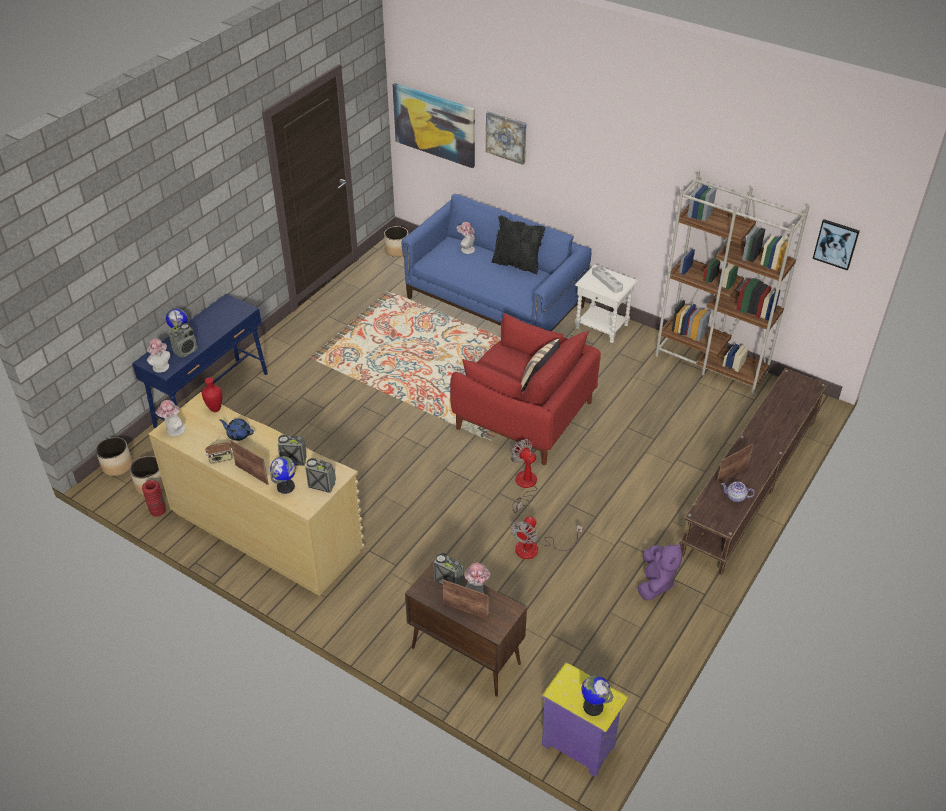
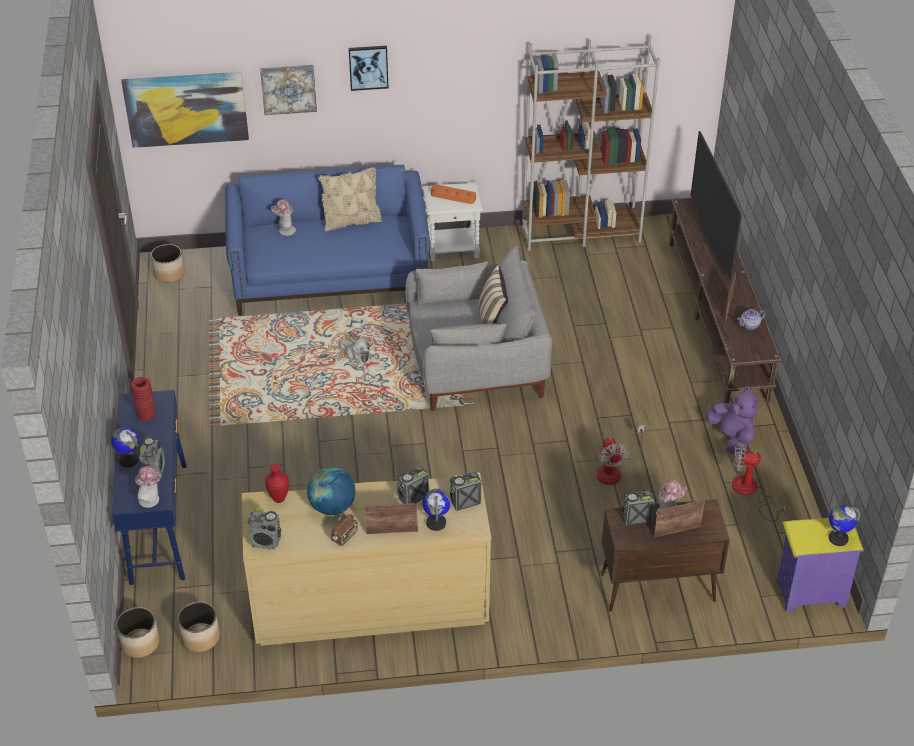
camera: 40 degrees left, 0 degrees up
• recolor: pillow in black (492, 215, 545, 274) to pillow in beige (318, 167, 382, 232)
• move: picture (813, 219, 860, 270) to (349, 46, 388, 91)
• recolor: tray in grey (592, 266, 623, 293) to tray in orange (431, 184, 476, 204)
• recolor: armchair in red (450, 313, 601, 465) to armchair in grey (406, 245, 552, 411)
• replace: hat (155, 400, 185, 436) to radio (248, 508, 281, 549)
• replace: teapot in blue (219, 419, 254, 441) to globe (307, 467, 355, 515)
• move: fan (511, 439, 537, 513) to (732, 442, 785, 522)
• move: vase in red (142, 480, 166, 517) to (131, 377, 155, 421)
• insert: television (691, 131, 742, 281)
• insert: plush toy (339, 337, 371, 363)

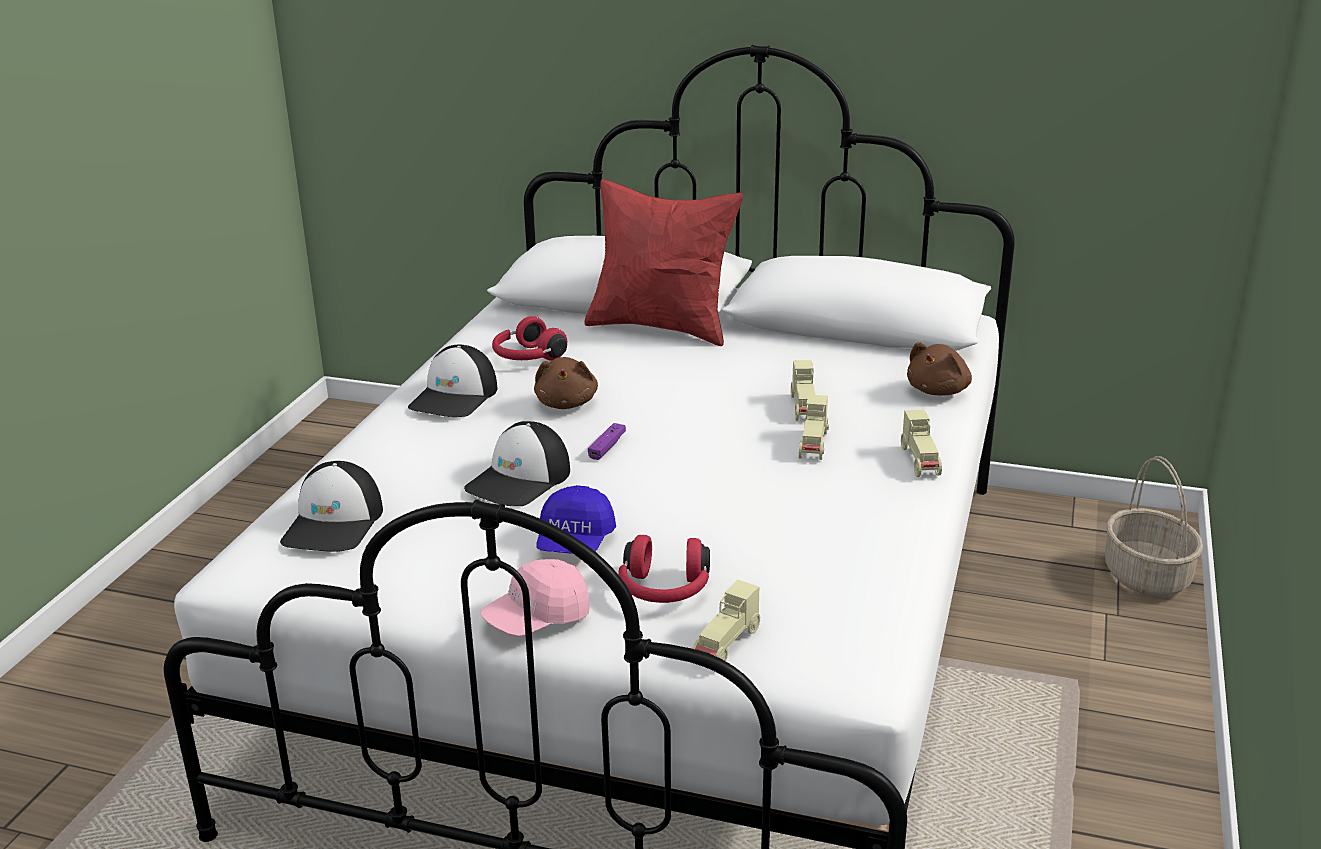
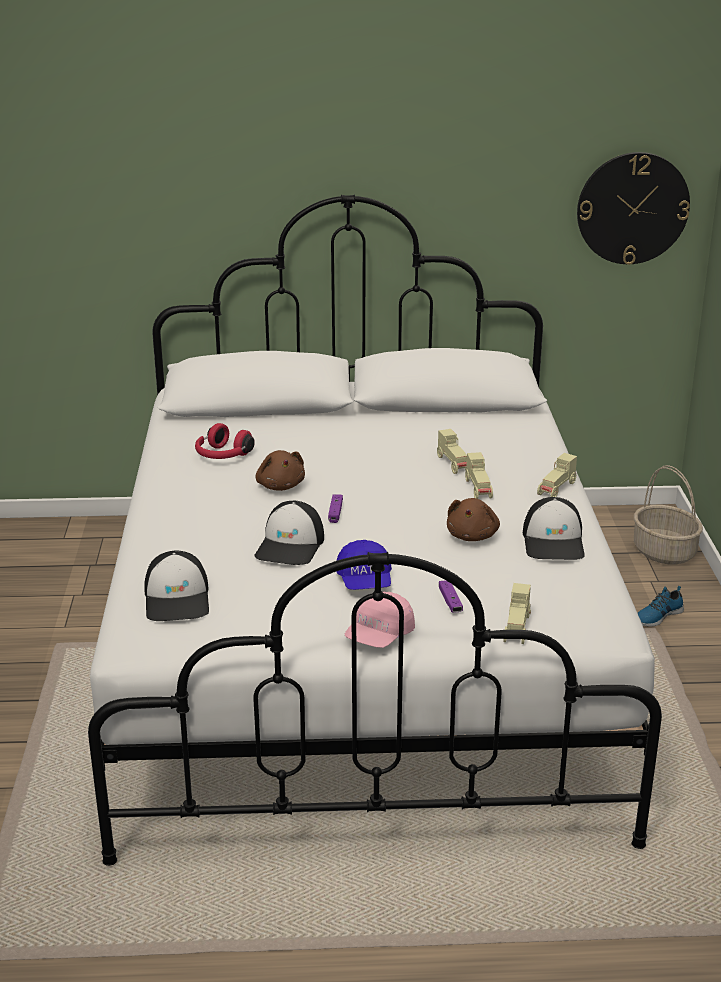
camera: 20 degrees left, 0 degrees up
• delete: pillow in red (584, 179, 743, 346)
• move: plush toy in brown (907, 342, 972, 396) to (447, 498, 500, 541)
• move: cap (408, 345, 497, 417) to (523, 497, 585, 560)
• rotate: toy car in beige (901, 409, 942, 477) = (537, 453, 577, 497) 60 degrees clockwise
• replace: headphones in red (618, 535, 710, 603) to game controller in purple (439, 580, 463, 613)
• insert: wall clock (577, 152, 690, 265)
• insert: shoe (638, 586, 684, 627)

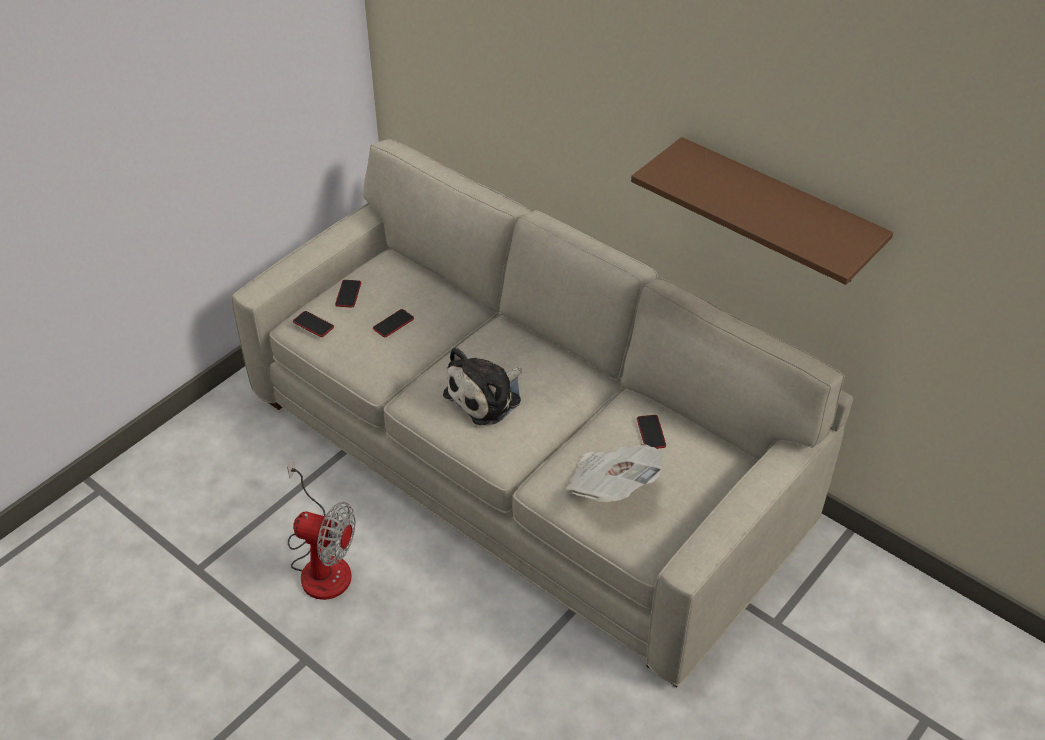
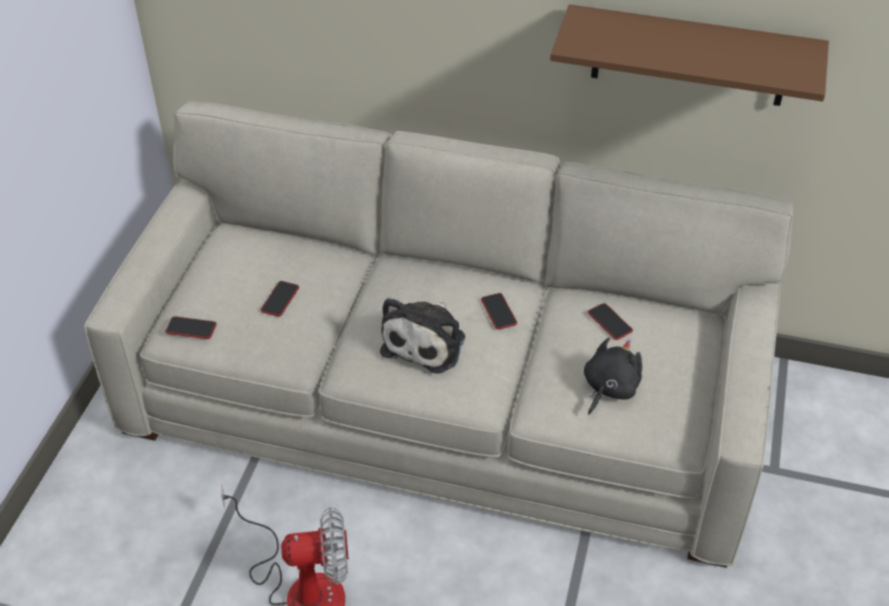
camera: 25 degrees left, 0 degrees up
• move: phone (335, 280, 361, 308) to (481, 293, 517, 330)
• replace: newspaper (565, 444, 665, 502) to plush toy in black (584, 338, 642, 415)

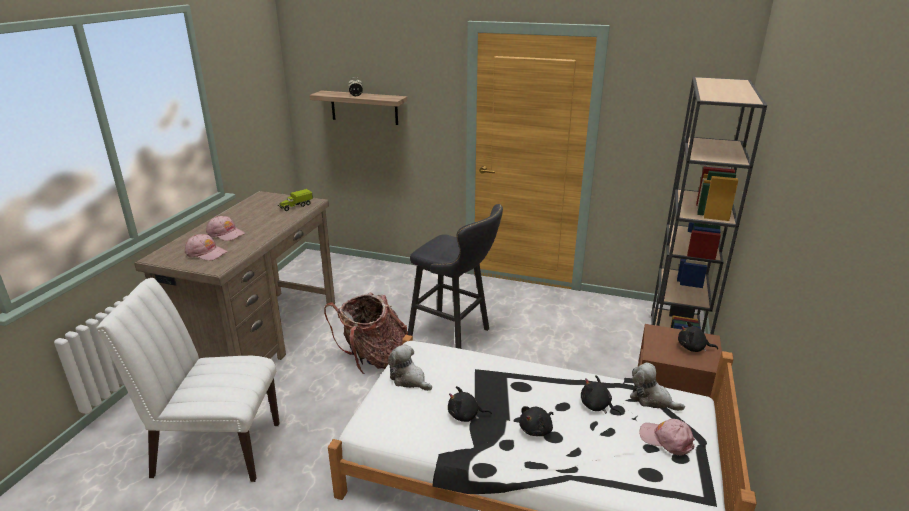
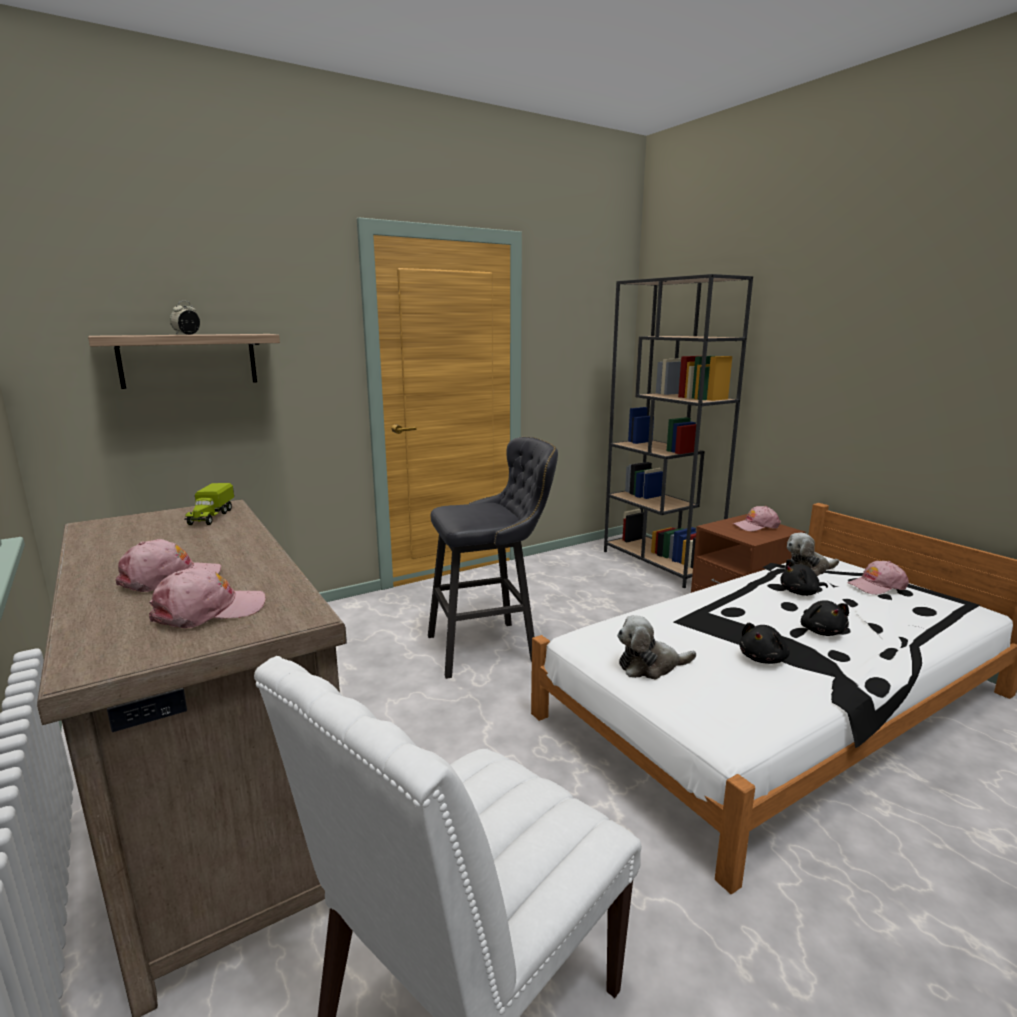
camera: 50 degrees left, 10 degrees down
• delete: backpack (324, 293, 408, 374)
• replace: plush toy in black (678, 321, 718, 352) to cap in pink (733, 506, 781, 531)

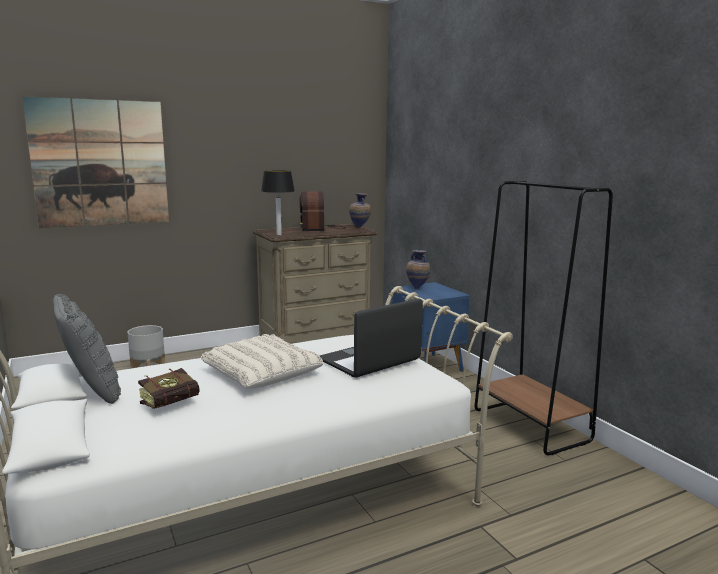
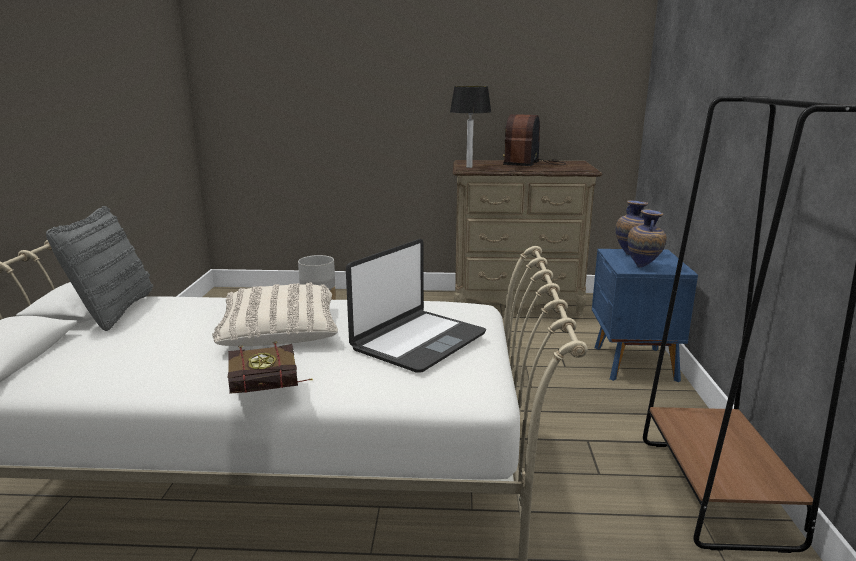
camera: 30 degrees right, 5 degrees up
• delete: picture (22, 96, 169, 228)
• move: vase (349, 193, 371, 228) to (627, 209, 667, 267)
• rotate: laptop (320, 298, 423, 378) = (346, 239, 486, 373) 135 degrees clockwise
• move: book (138, 368, 200, 409) to (227, 342, 313, 394)

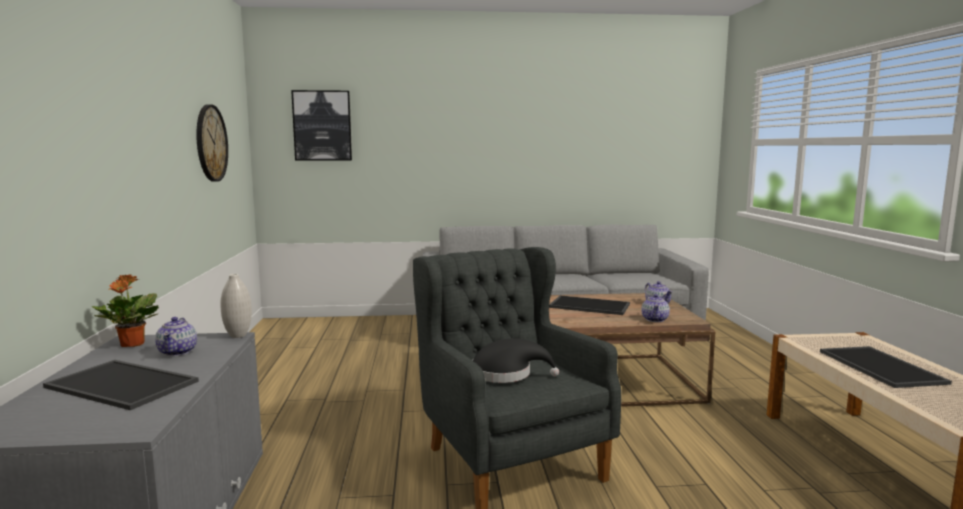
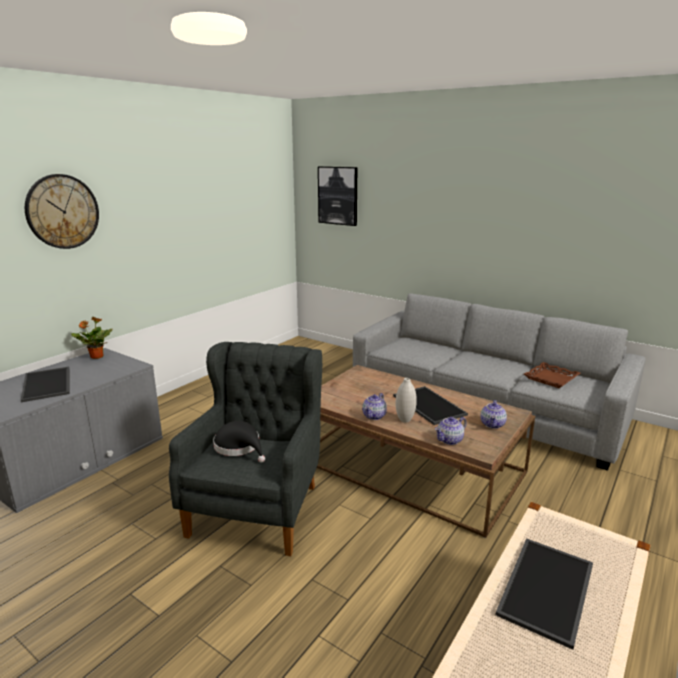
camera: 40 degrees right, 10 degrees up
• move: wall clock (196, 105, 228, 182) to (25, 174, 99, 249)
• move: vase in white (220, 274, 252, 338) to (396, 378, 417, 423)
• move: teapot (155, 317, 197, 356) to (362, 393, 387, 420)
• insert: tray in brown (524, 362, 580, 388)

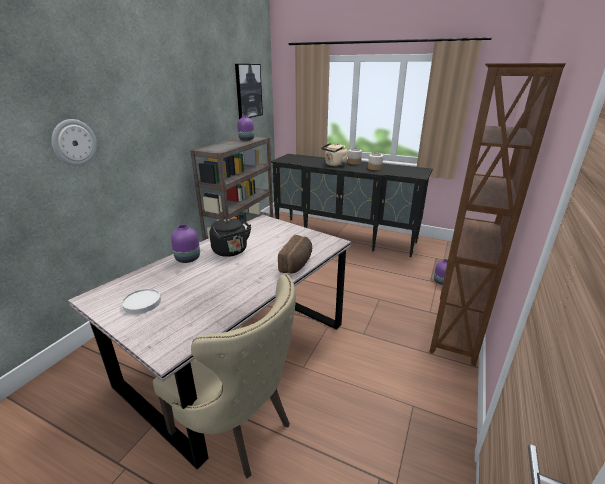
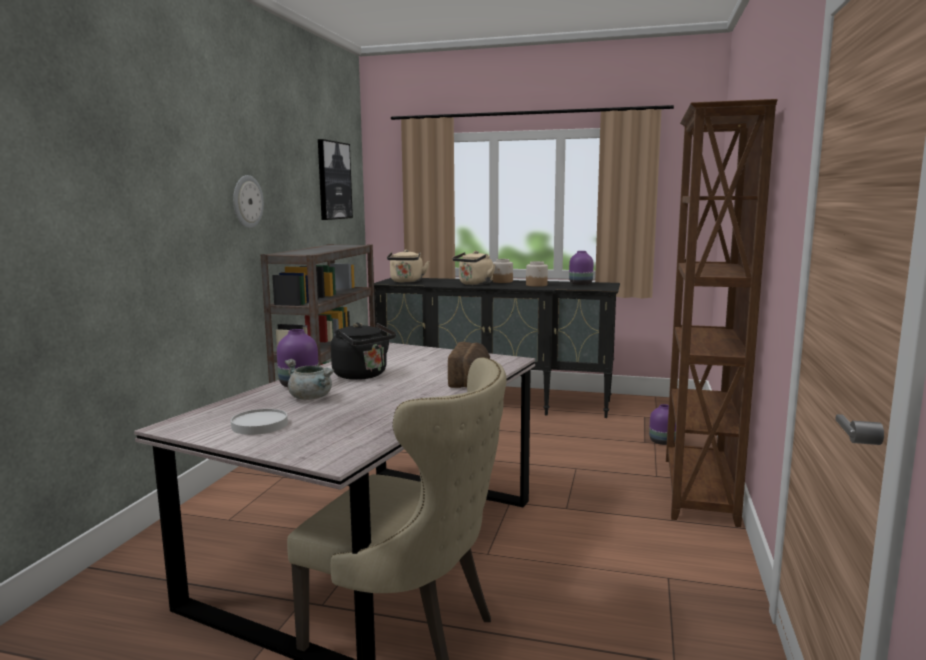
camera: 10 degrees left, 15 degrees down
• move: vase in purple (237, 116, 254, 141) to (569, 251, 593, 285)
• move: wall clock (52, 119, 97, 166) to (233, 175, 264, 228)
• insert: kettle in beige (387, 250, 430, 283)
• insert: cooking pot in grey (285, 359, 334, 400)

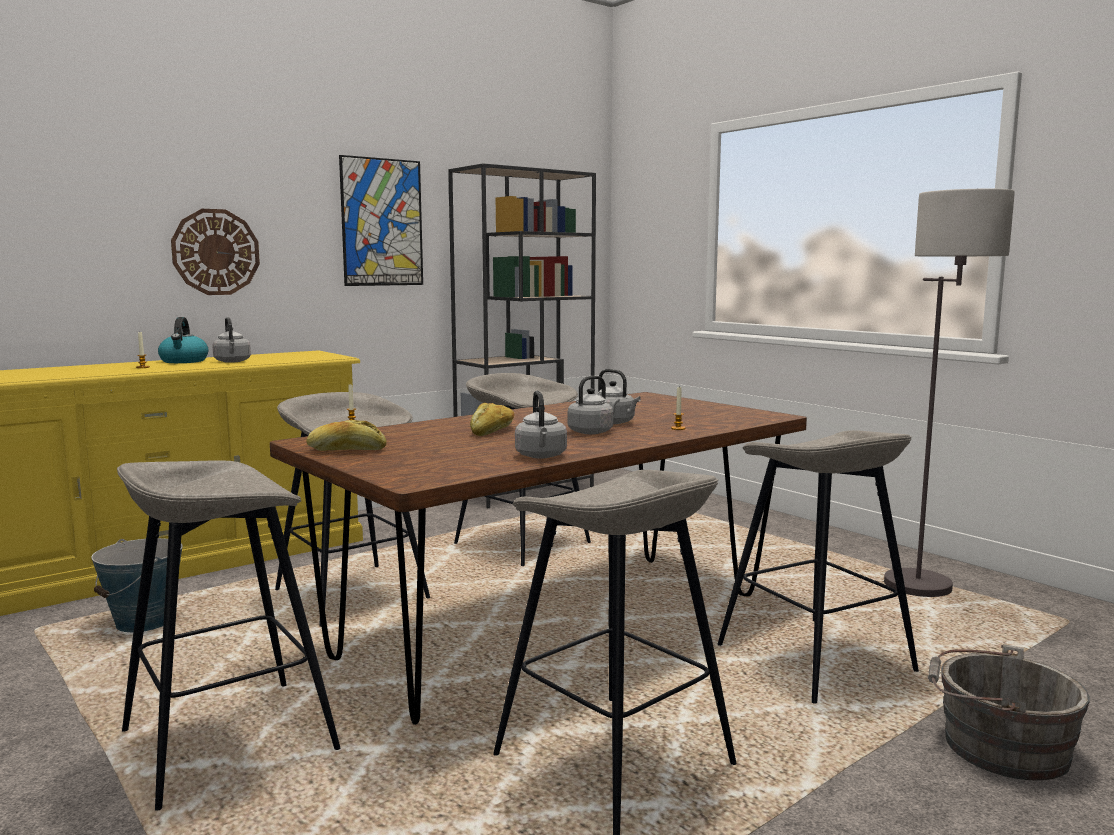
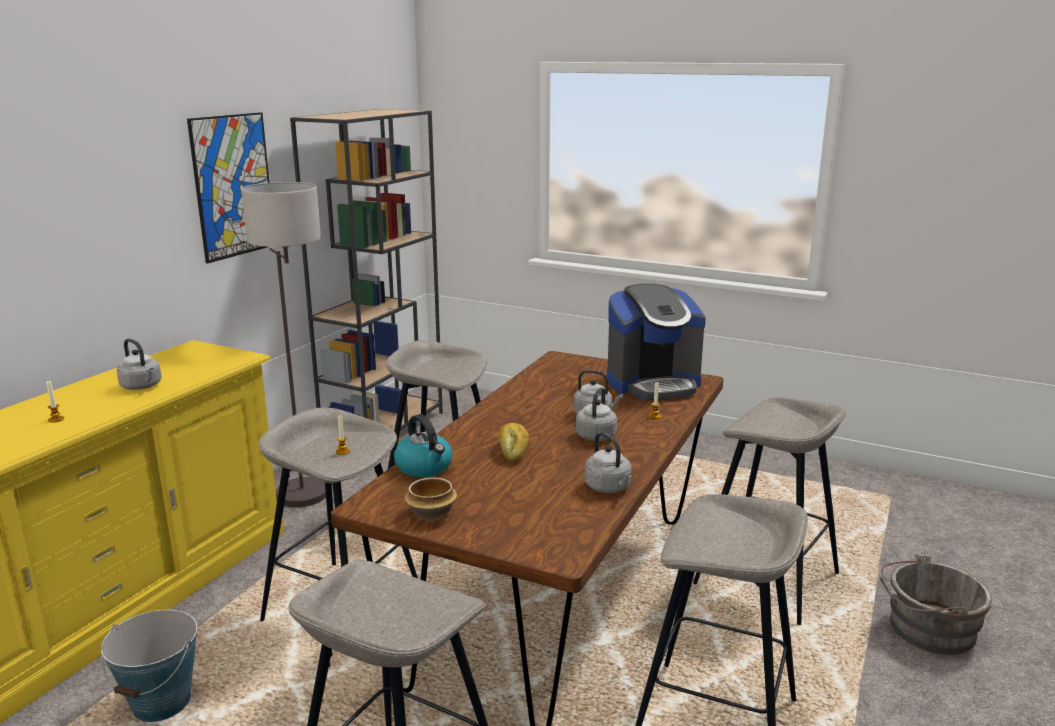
camera: 25 degrees left, 10 degrees up
• move: floor lamp in grey (884, 189, 1015, 597) to (241, 182, 326, 507)
• delete: wall clock (171, 209, 260, 295)
• move: kettle (158, 317, 208, 363) to (394, 414, 453, 477)
• replace: bread (306, 420, 387, 451) to bowl (405, 478, 457, 521)
• insert: coffee machine (607, 284, 706, 400)

